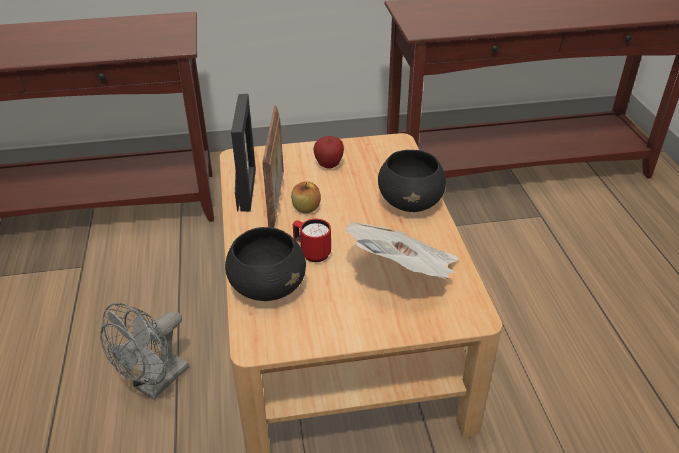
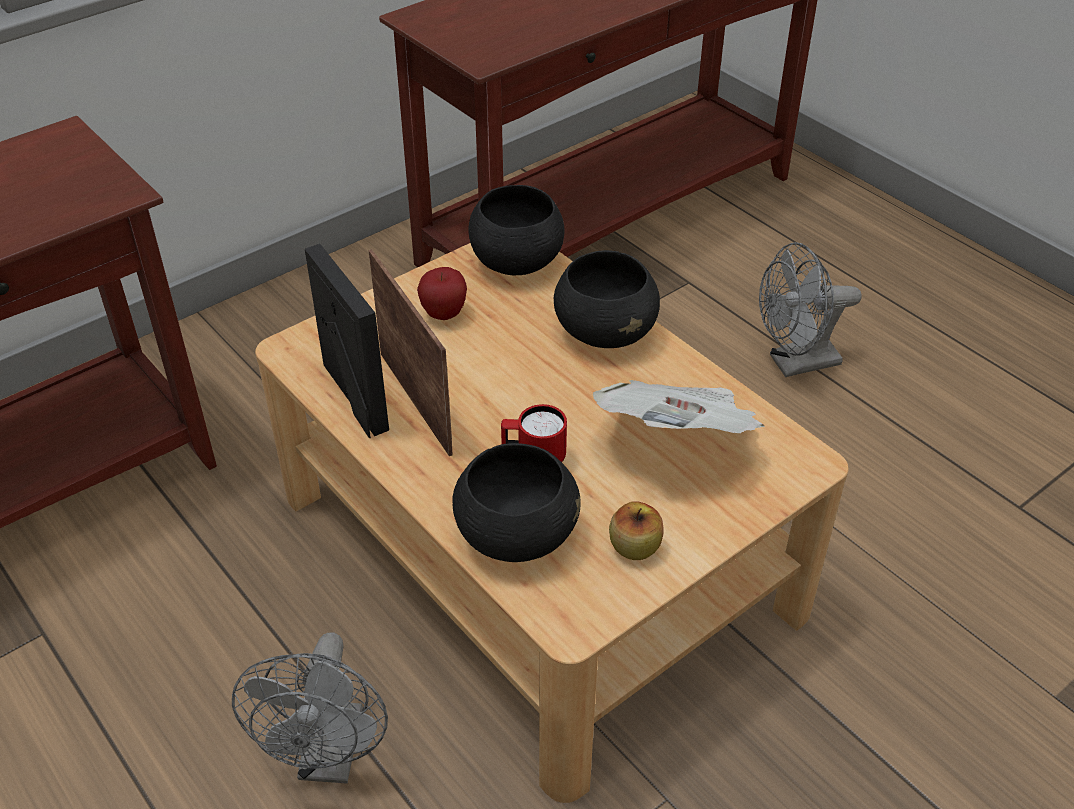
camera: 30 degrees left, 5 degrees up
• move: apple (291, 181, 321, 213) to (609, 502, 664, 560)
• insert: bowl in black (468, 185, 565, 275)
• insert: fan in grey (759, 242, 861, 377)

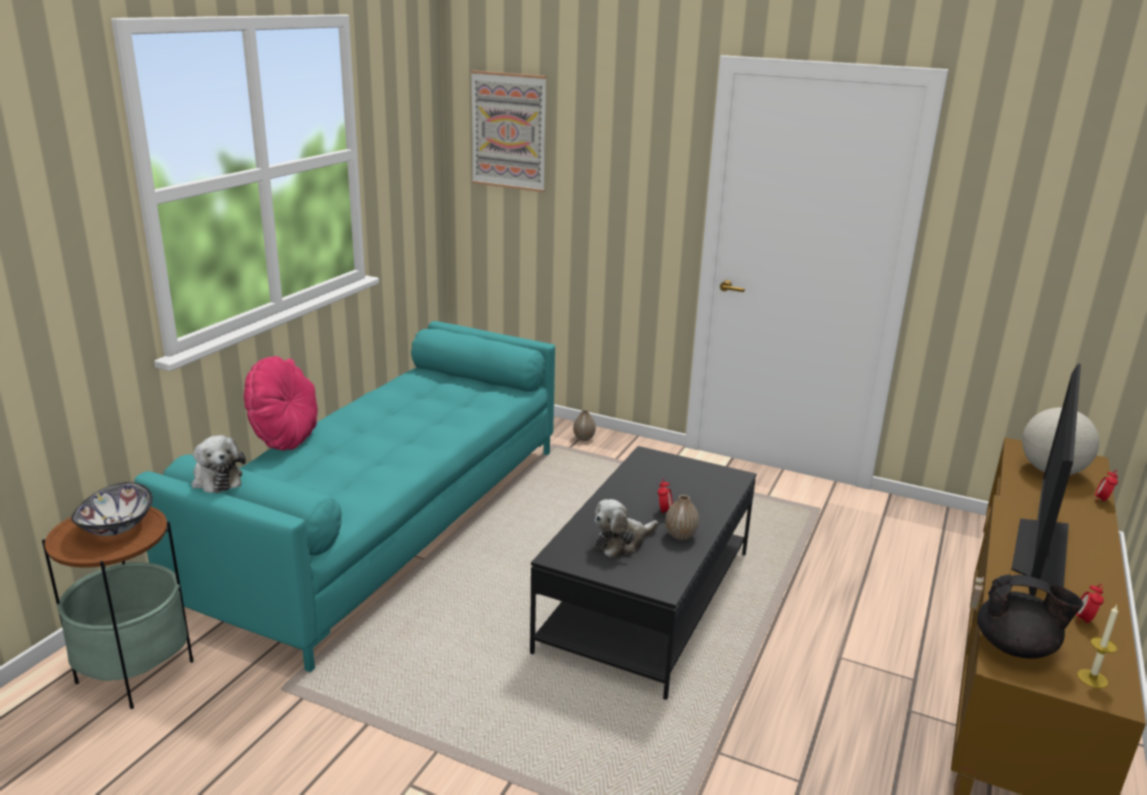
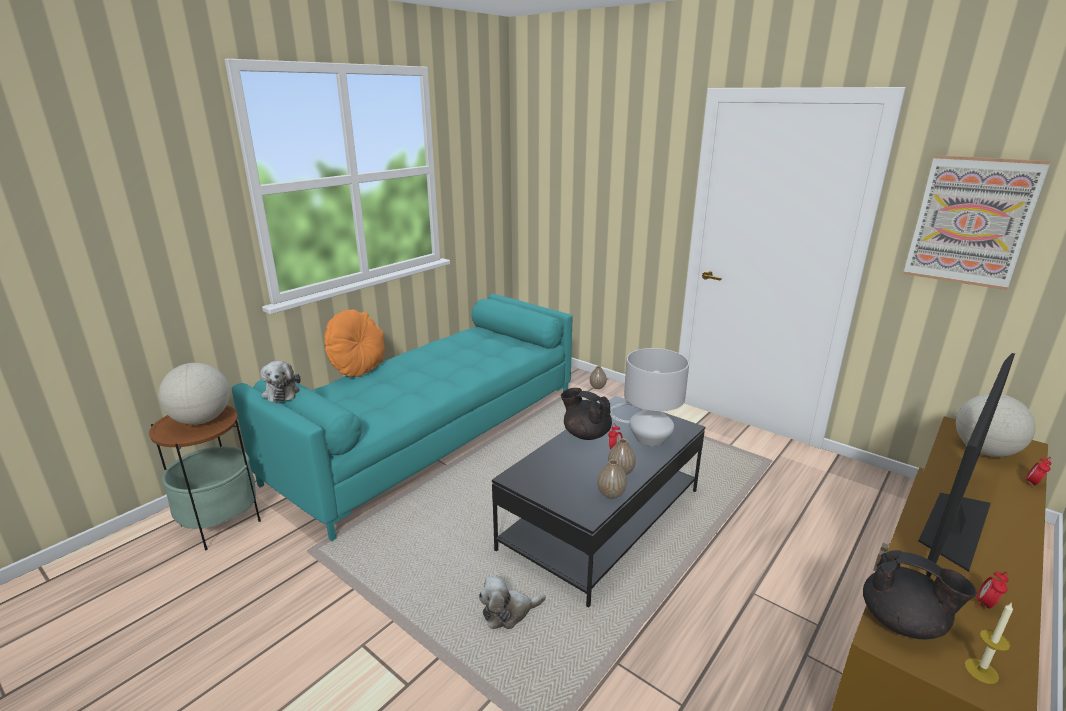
camera: 15 degrees right, 0 degrees up
• move: picture (471, 70, 547, 192) to (903, 155, 1050, 290)
• recolor: pillow in pink (244, 356, 318, 451) to pillow in orange (324, 309, 385, 377)
• replace: bowl (71, 482, 153, 536) to globe (159, 363, 230, 425)
• move: plush toy (595, 499, 658, 557) to (478, 575, 546, 629)
• insert: table lamp in white (610, 348, 689, 447)
• insert: teapot in black (561, 388, 612, 440)
• insert: vase (597, 459, 627, 499)

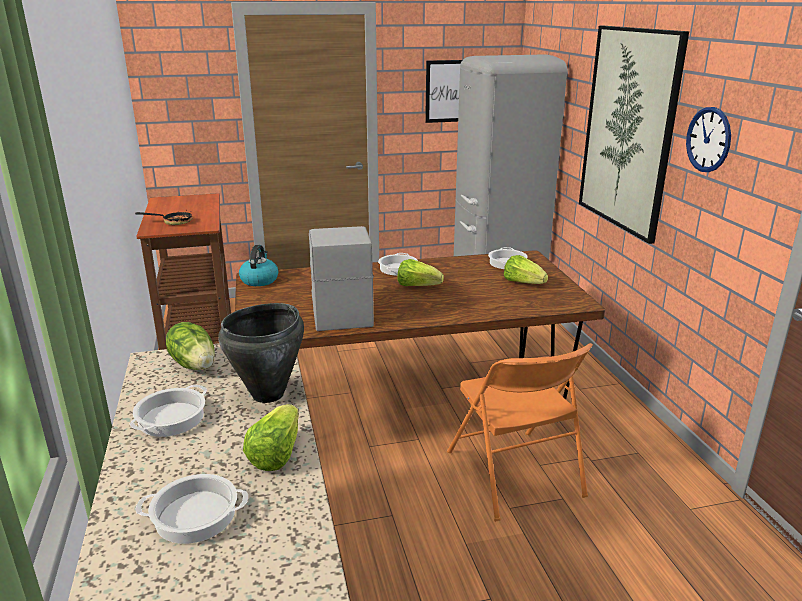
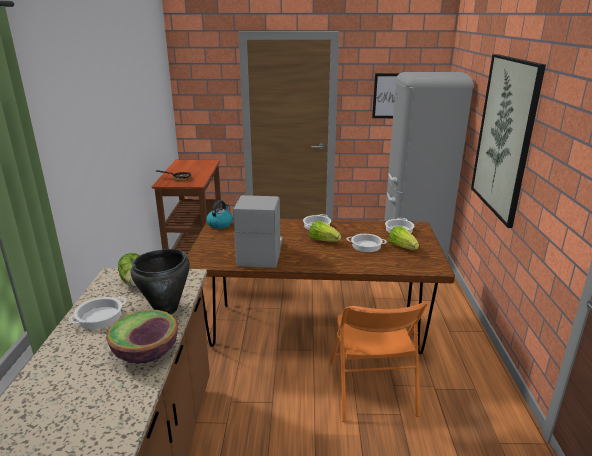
camera: 15 degrees right, 0 degrees up
• delete: wall clock (686, 107, 731, 172)
• replace: lettuce (243, 404, 299, 471) to bowl (106, 310, 178, 364)
• move: cooking pot (136, 474, 248, 544) to (347, 234, 387, 252)

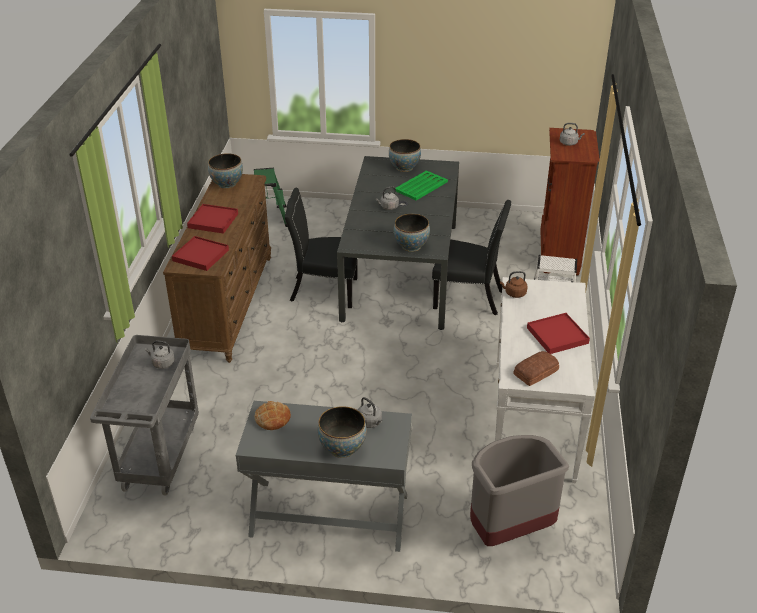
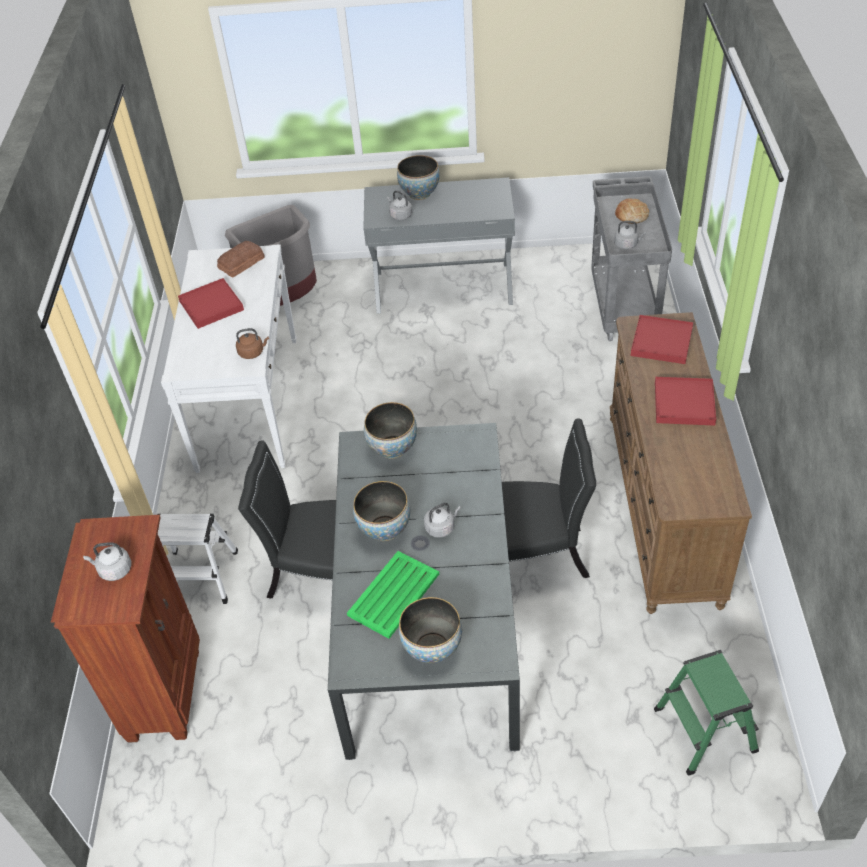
camera: 175 degrees right, 10 degrees up
• move: bowl (208, 153, 243, 189) to (353, 481, 410, 541)
• move: bread (255, 401, 291, 430) to (615, 198, 649, 224)

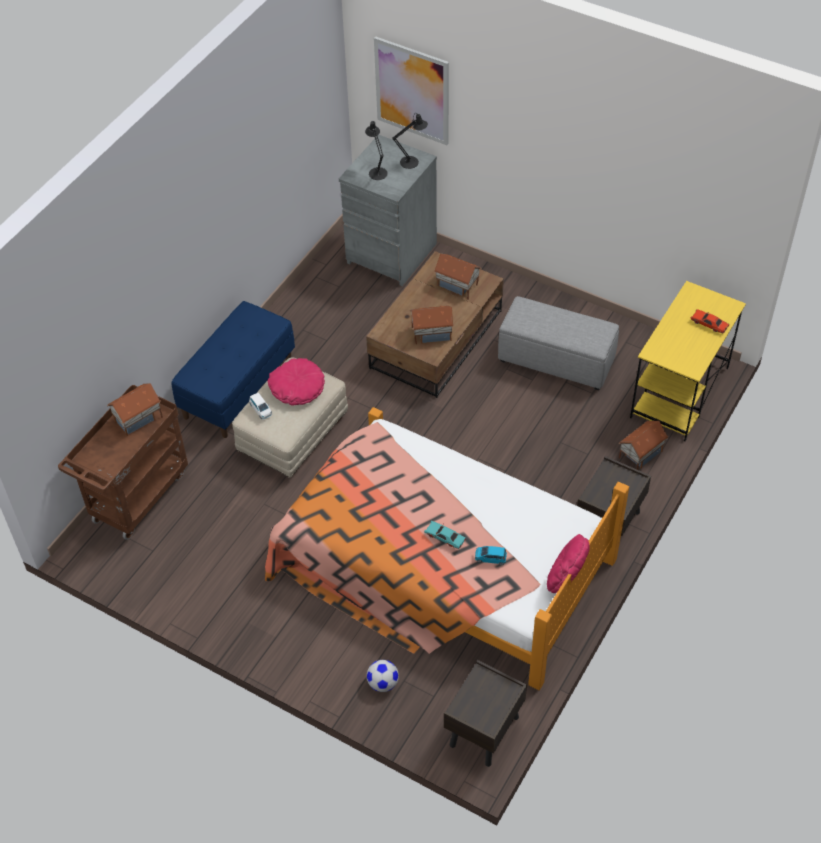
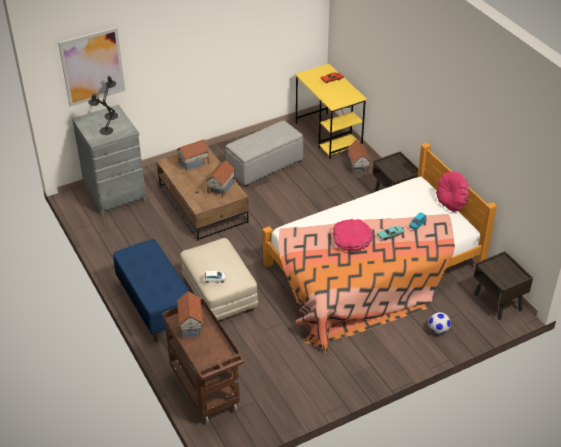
camera: 60 degrees left, 10 degrees down
• move: pillow in pink (268, 358, 325, 406) to (333, 219, 372, 251)

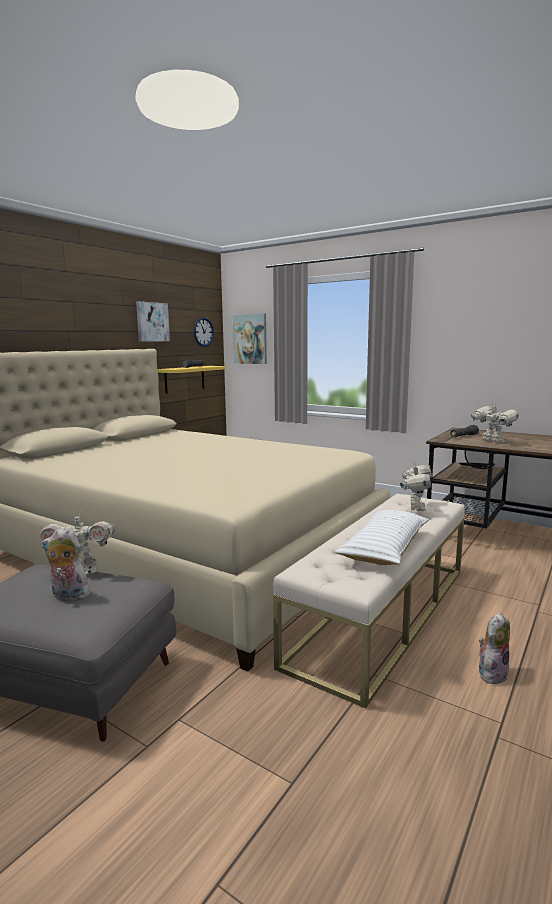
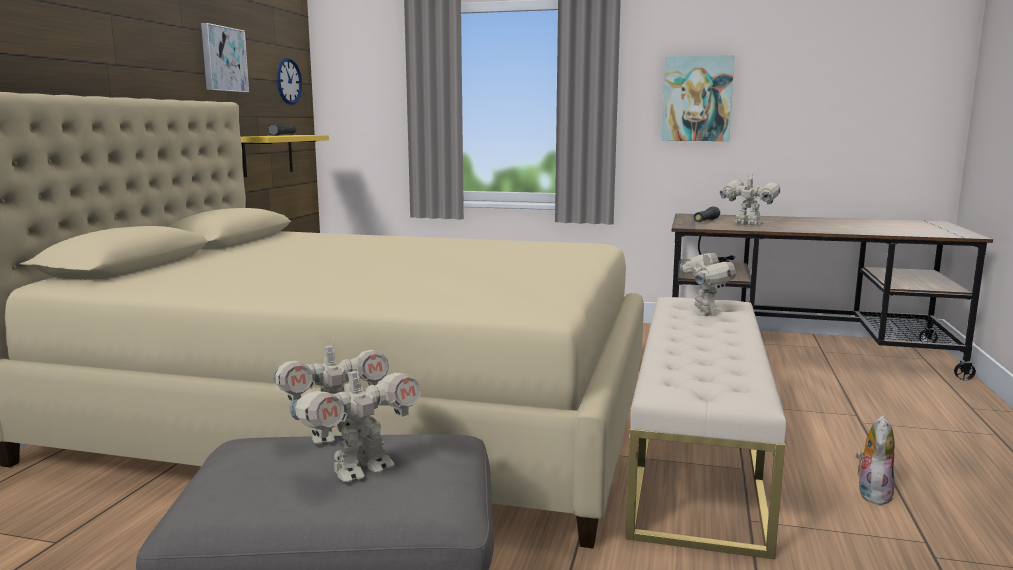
camera: 20 degrees left, 0 degrees up
• move: picture (233, 313, 267, 364) to (661, 55, 735, 141)
• delete: pillow in white (335, 510, 429, 565)
• replace: plush toy (42, 528, 90, 601) to toy robot (289, 359, 421, 482)

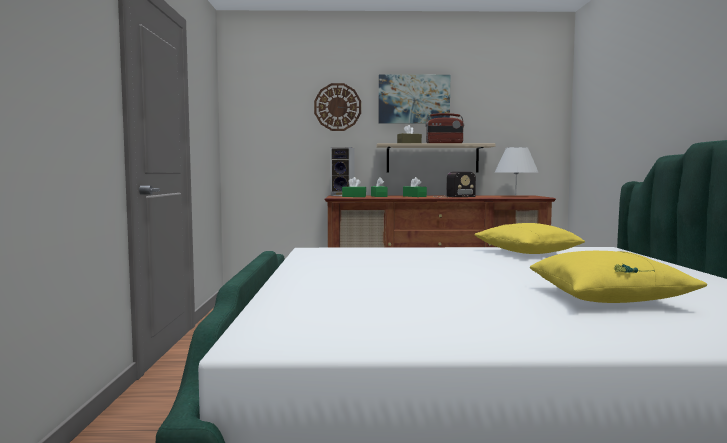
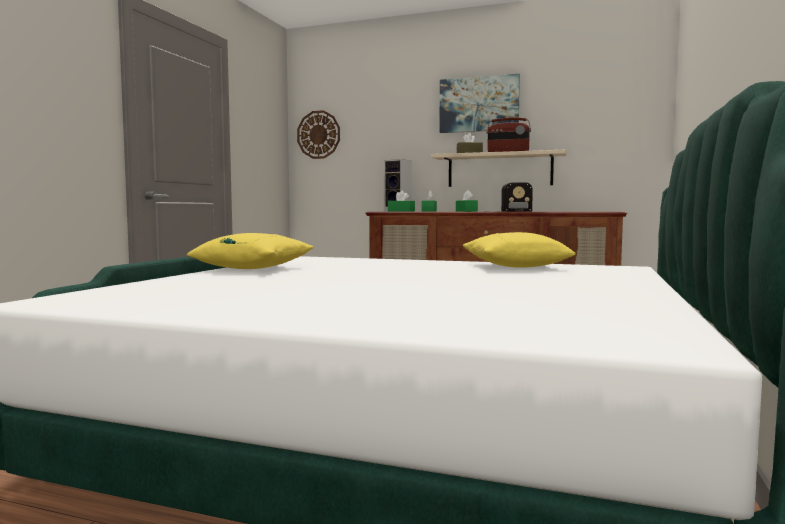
camera: 20 degrees right, 0 degrees up
• move: wall clock (314, 83, 361, 131) to (297, 110, 340, 159)
• delete: table lamp in white (494, 147, 539, 196)
• move: pillow in yellow (530, 251, 707, 303) to (187, 233, 314, 269)

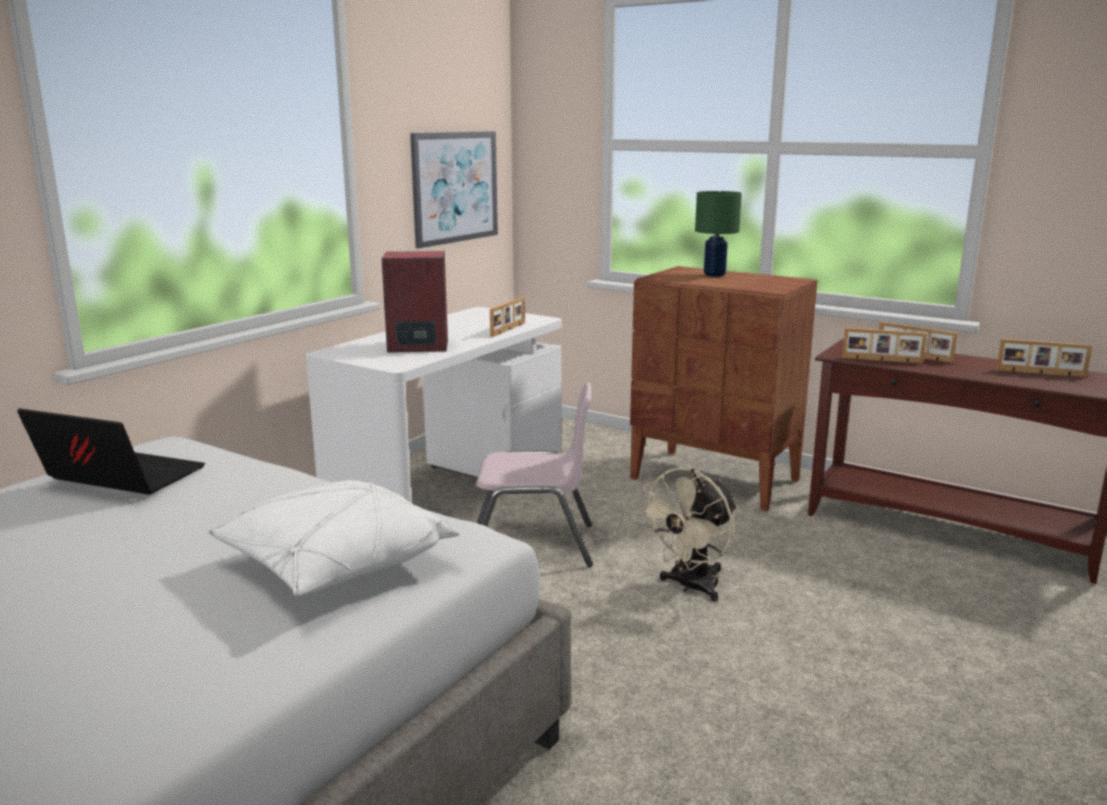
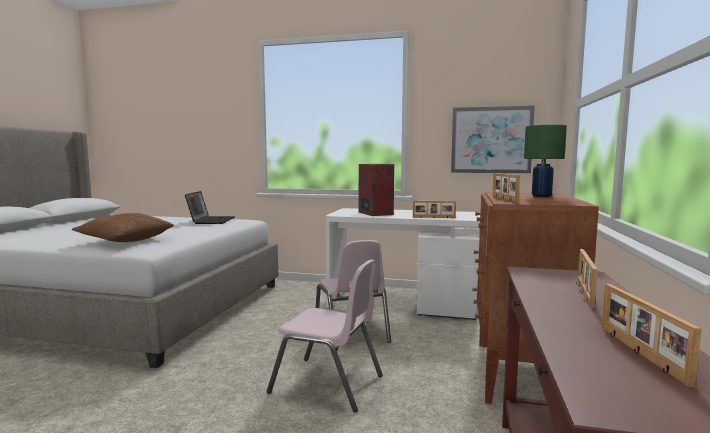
camera: 70 degrees right, 10 degrees down
• move: picture frame (842, 328, 927, 364) to (492, 173, 520, 202)
• replace: fan in beige (637, 467, 737, 601) to chair in pink (266, 259, 383, 412)
• recolor: pillow in white (207, 480, 460, 596) to pillow in brown (72, 213, 174, 242)

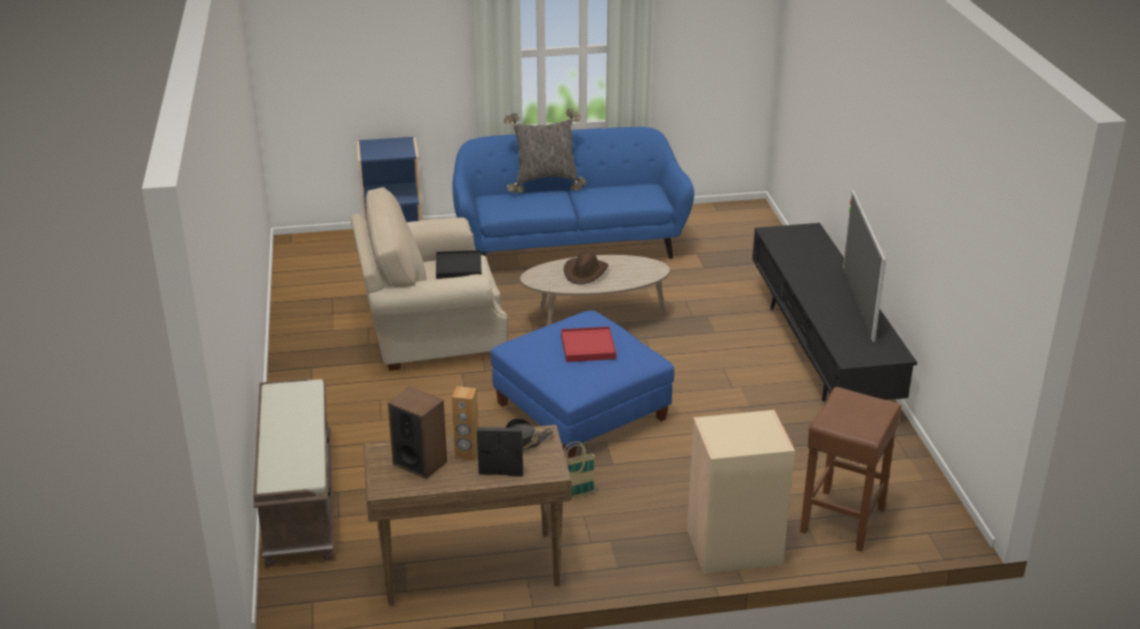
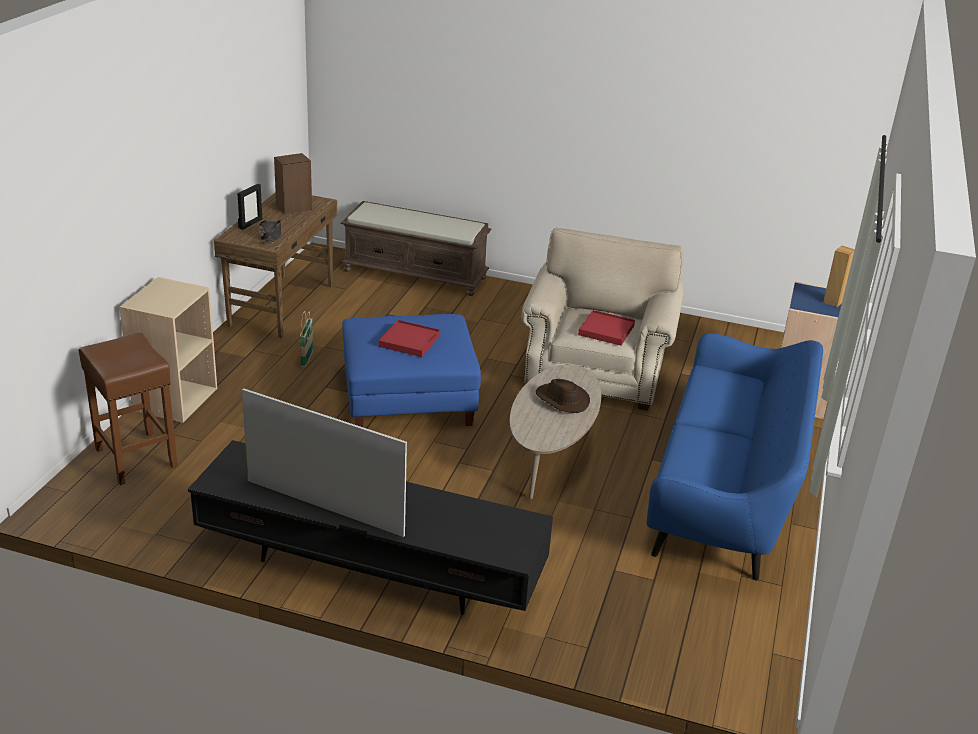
camera: 115 degrees right, 0 degrees up
• delete: pillow (503, 108, 587, 193)
• recolor: tray in black (436, 250, 482, 279) to tray in red (578, 310, 635, 346)
• move: speaker in brown (452, 386, 478, 461) to (823, 245, 855, 307)

